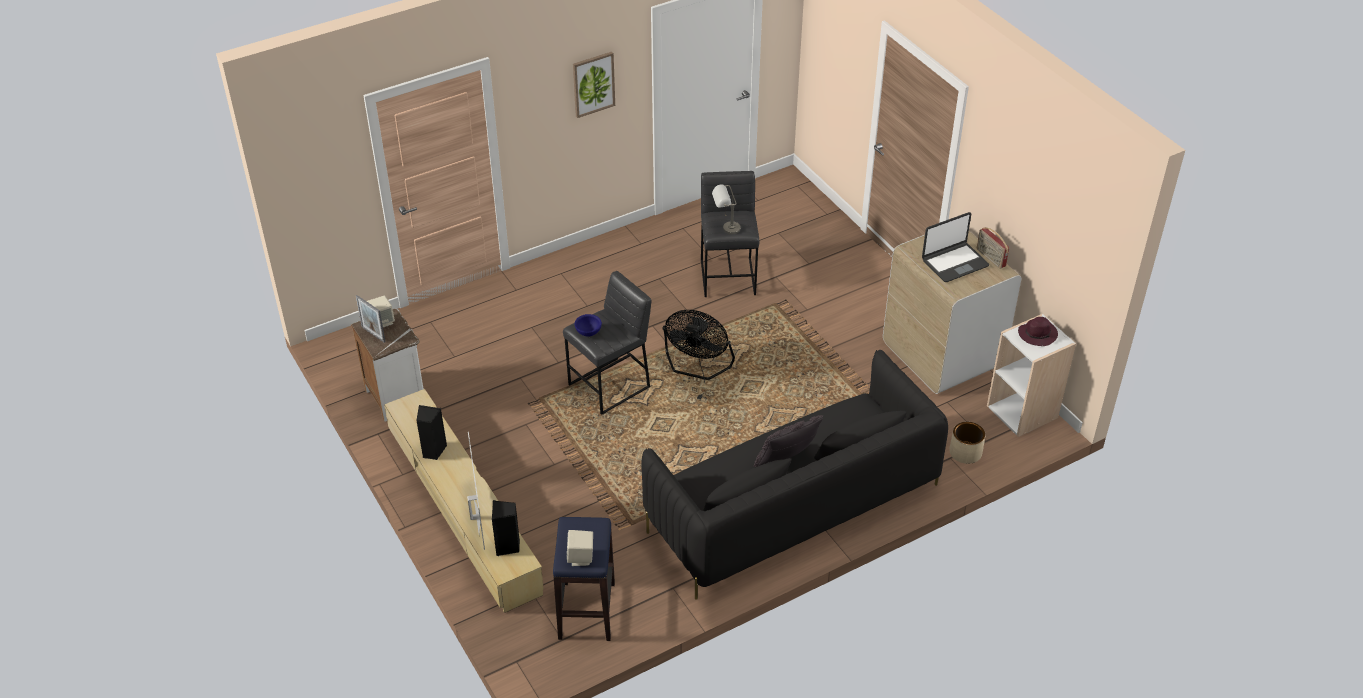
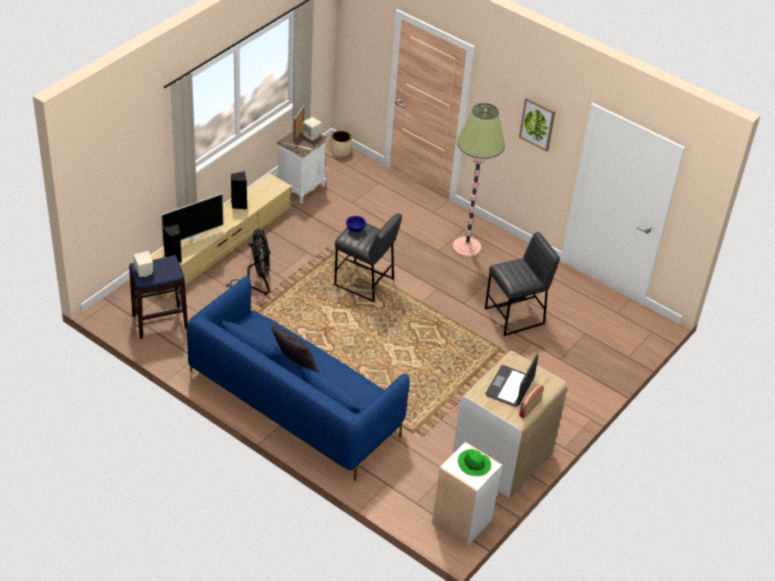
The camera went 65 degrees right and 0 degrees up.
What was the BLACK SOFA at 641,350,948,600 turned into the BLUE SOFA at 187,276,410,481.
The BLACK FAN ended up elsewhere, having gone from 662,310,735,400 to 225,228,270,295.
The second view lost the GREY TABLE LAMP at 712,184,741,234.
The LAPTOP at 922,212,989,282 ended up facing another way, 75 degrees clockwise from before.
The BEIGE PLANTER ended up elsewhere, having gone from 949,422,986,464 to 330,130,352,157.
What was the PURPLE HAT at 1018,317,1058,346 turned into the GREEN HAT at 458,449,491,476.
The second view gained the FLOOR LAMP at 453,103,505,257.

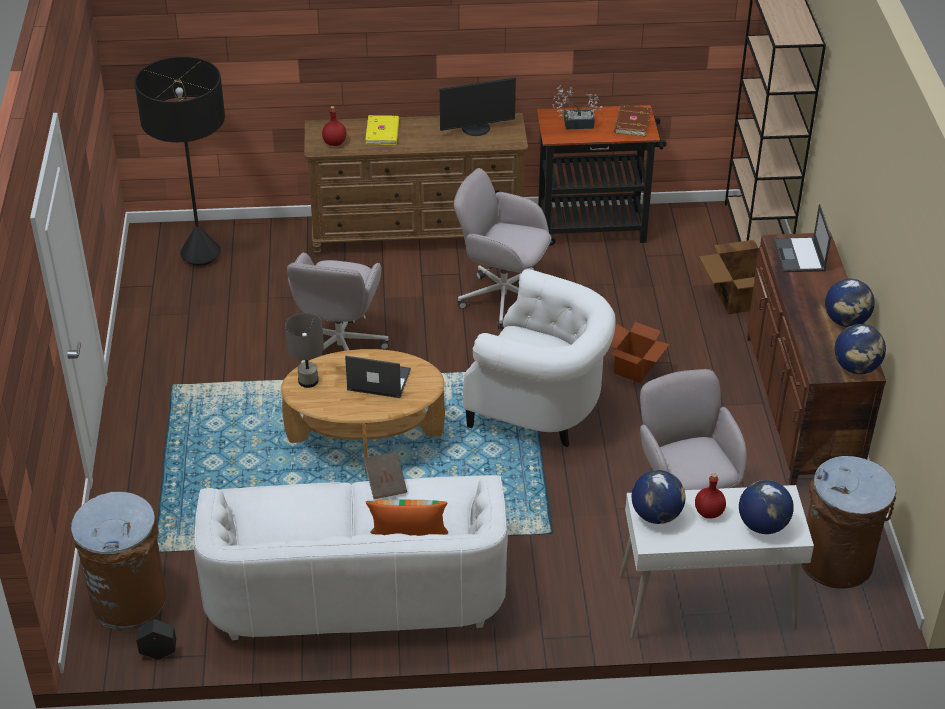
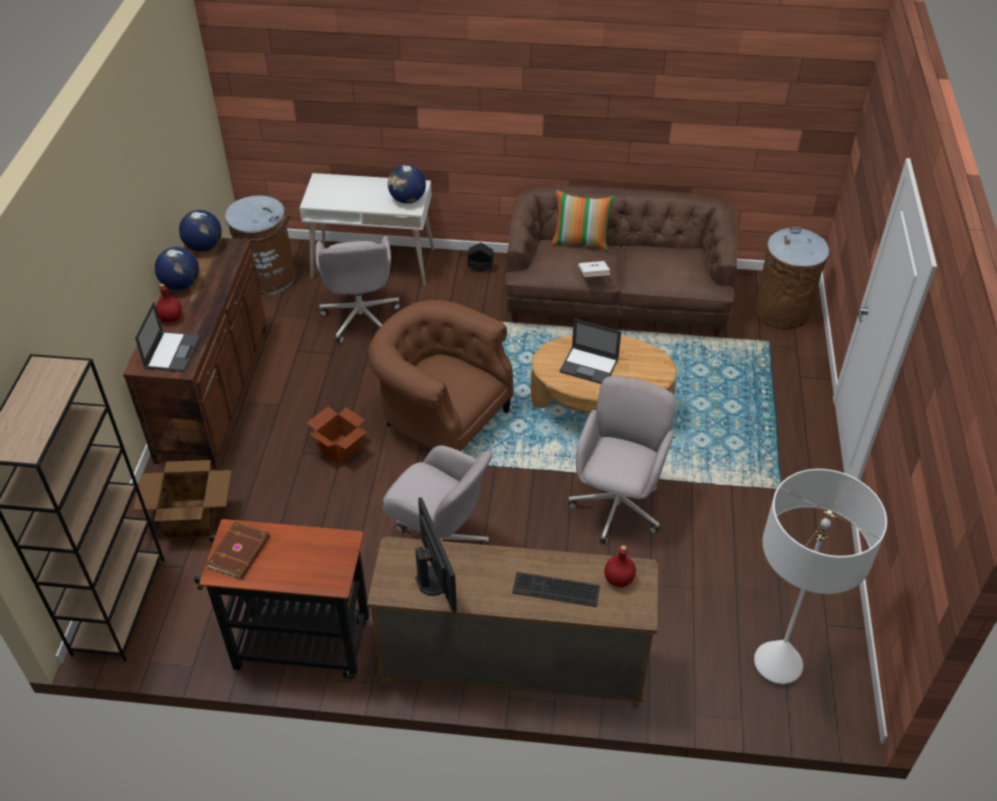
The camera went 170 degrees left and 5 degrees up.
What was the BLACK FLOOR LAMP at 135,56,225,266 turned into the WHITE FLOOR LAMP at 754,469,887,684.
The BLACK PLANTER ended up elsewhere, having gone from 136,619,176,660 to 468,243,493,273.
What was the WHITE SOFA at 194,475,508,640 turned into the BROWN SOFA at 505,186,738,336.
The second view lost the GREY TABLE LAMP at 285,313,324,388.
What was the BROWN BOOK at 364,452,407,499 turned into the WHITE BOOK at 578,261,610,277.
Where the YELLOW BOOK stood at 365,115,399,145, the KEYBOARD came to stand at 512,572,600,607.
The MONITOR at 440,77,516,136 ended up facing another way, 75 degrees clockwise from before.
What was the WHITE ARMCHAIR at 463,269,616,447 turned into the BROWN ARMCHAIR at 368,300,513,451.
The second view lost the POTTED PLANT at 553,85,603,129.
The RED BOTTLE ended up elsewhere, having gone from 695,473,726,519 to 156,284,182,322.
The second view lost the GLOBE at 739,480,794,534.

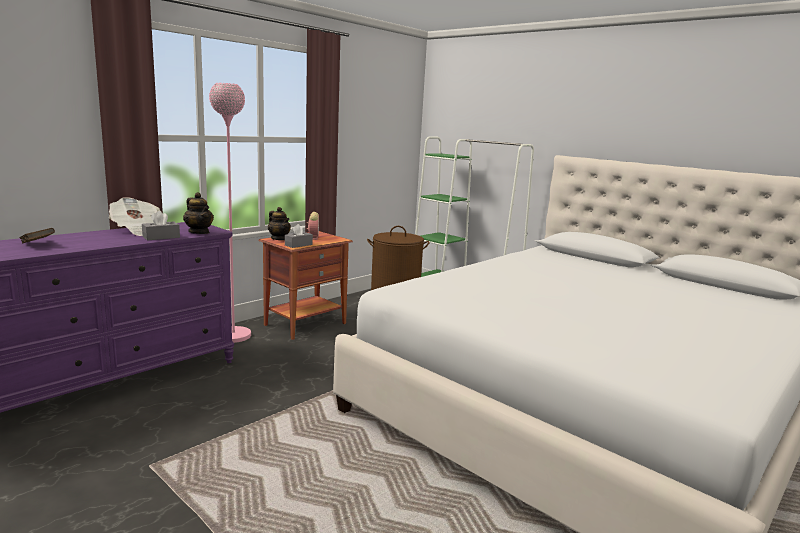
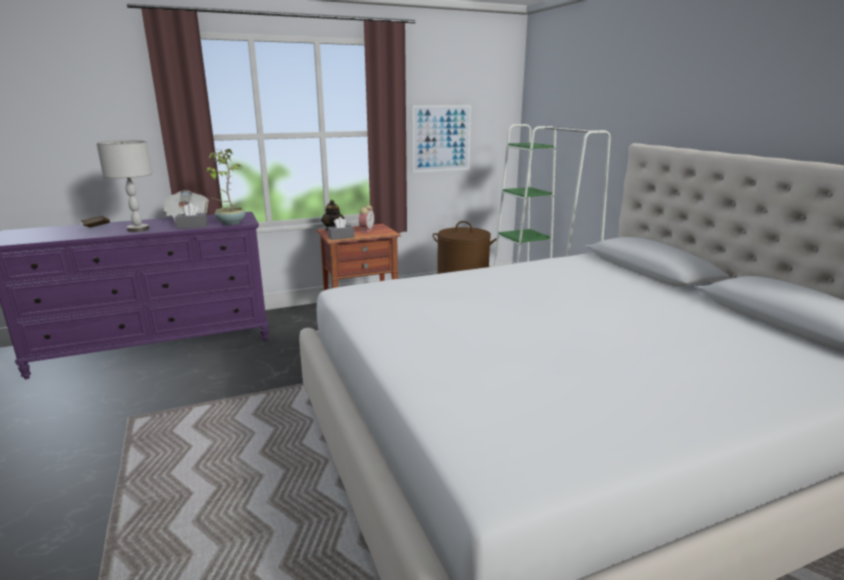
The camera went 25 degrees right and 5 degrees up.
Where the TEAPOT stood at 183,192,214,234, the POTTED PLANT came to stand at 207,149,245,225.
The second view lost the PINK FLOOR LAMP at 209,83,251,343.
The second view gained the GREY TABLE LAMP at 96,140,153,232.
The second view gained the PICTURE at 412,105,471,173.

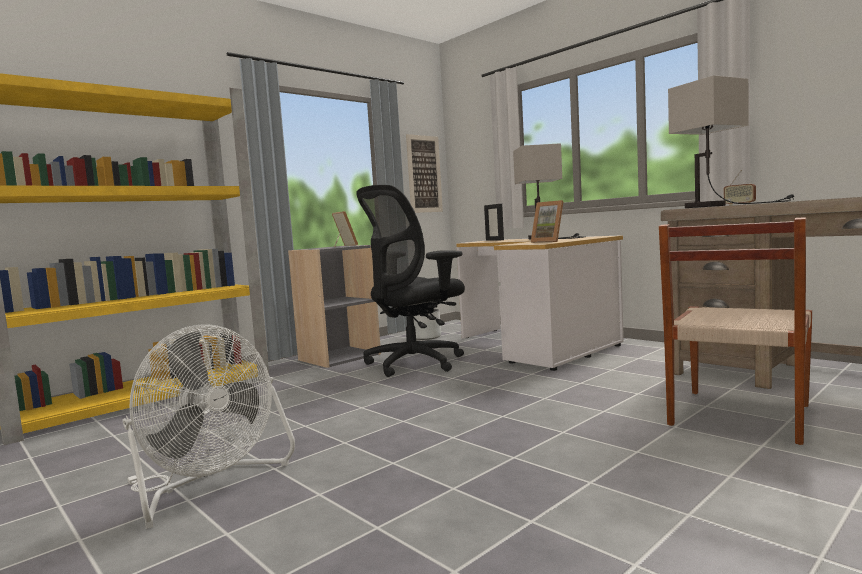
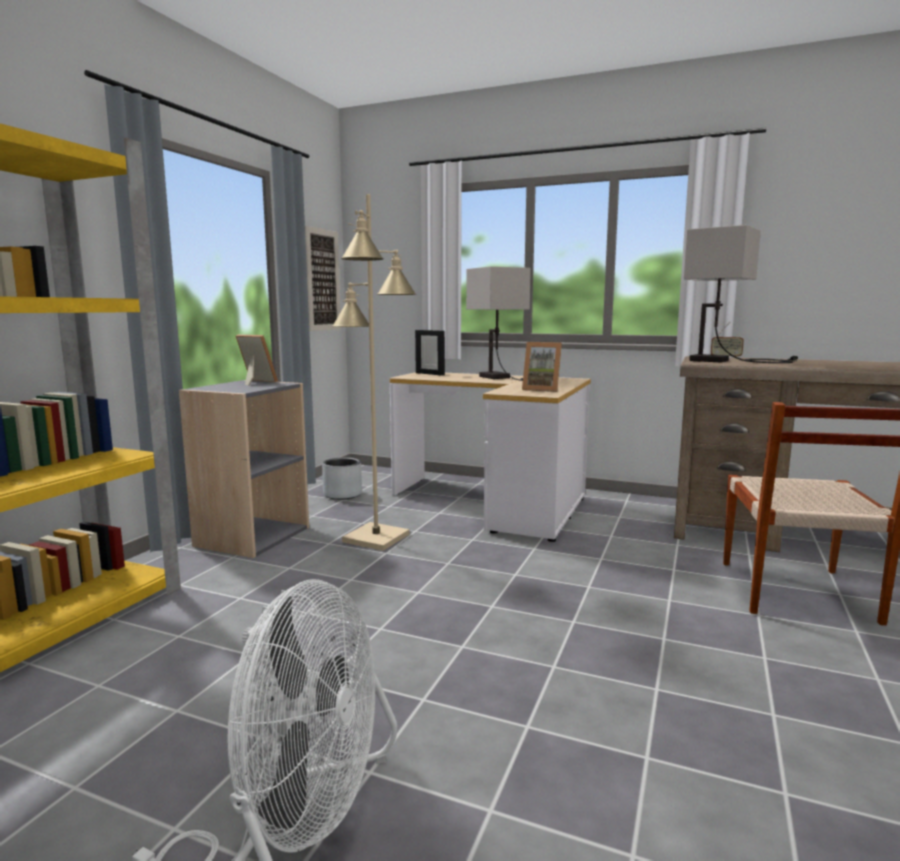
The camera went 25 degrees left and 5 degrees up.
Where the BLACK OFFICE CHAIR stood at 356,185,465,377, the BEIGE FLOOR LAMP came to stand at 332,194,416,551.

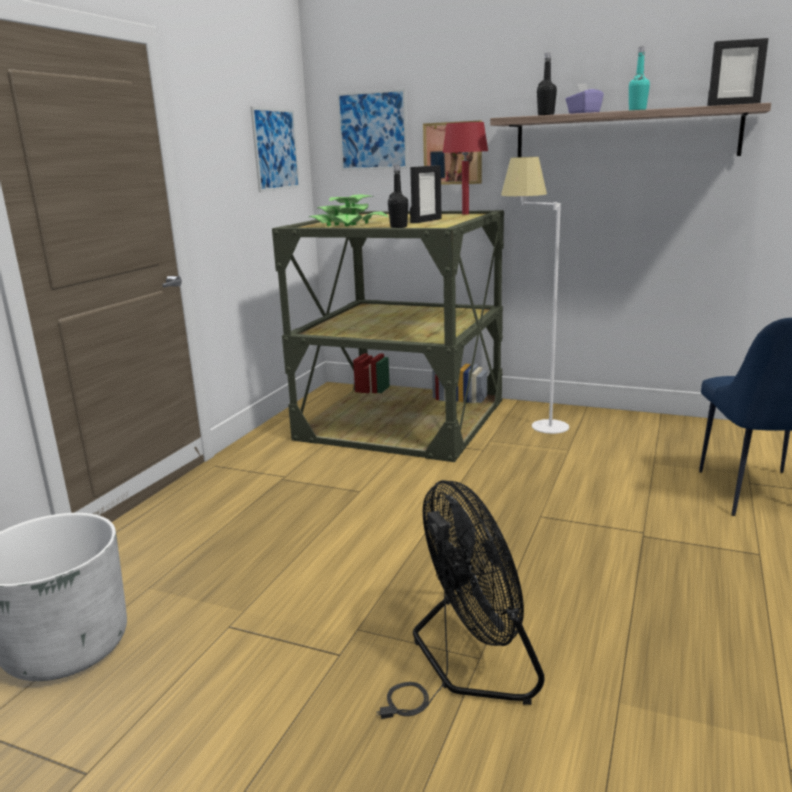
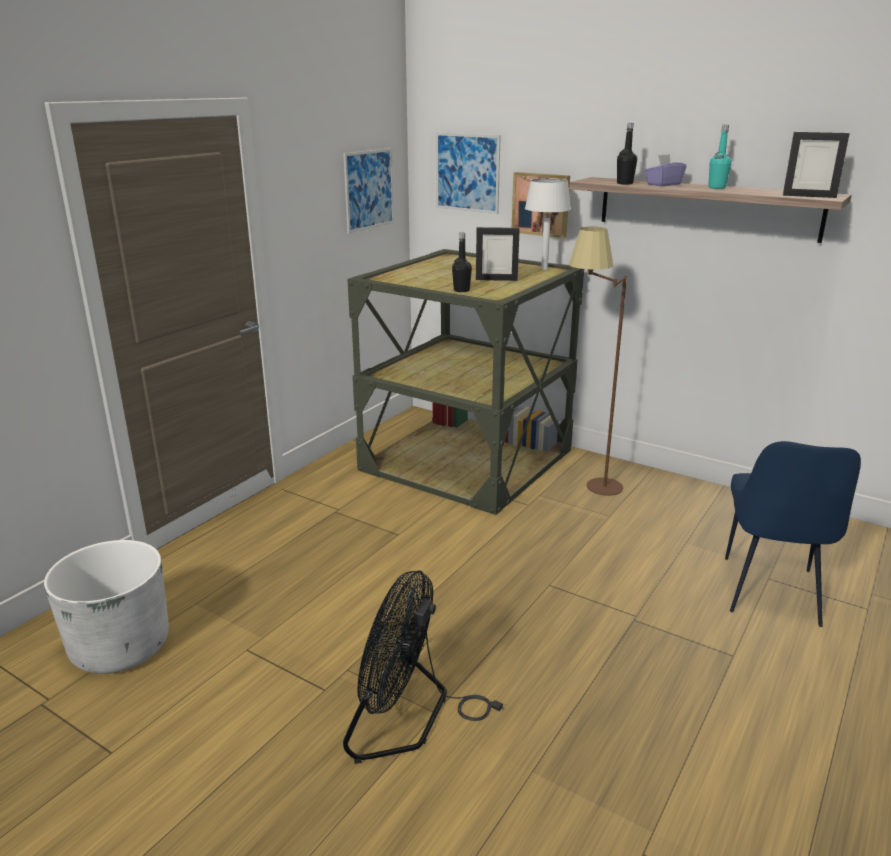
The camera went 10 degrees right and 5 degrees up.
The second view lost the POTTED PLANT at 308,194,388,226.
The BLACK FAN at 376,480,544,719 ended up facing another way, 150 degrees counterclockwise from before.
The PICTURE FRAME at 410,165,442,223 ended up facing another way, 45 degrees clockwise from before.
What was the RED TABLE LAMP at 442,122,488,215 turned into the WHITE TABLE LAMP at 525,178,571,270.
What was the WHITE FLOOR LAMP at 501,157,569,434 turned into the BROWN FLOOR LAMP at 569,227,627,496.

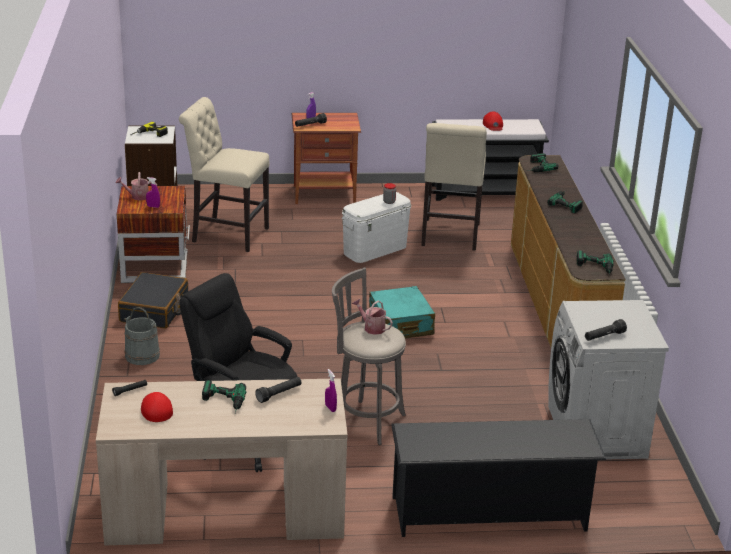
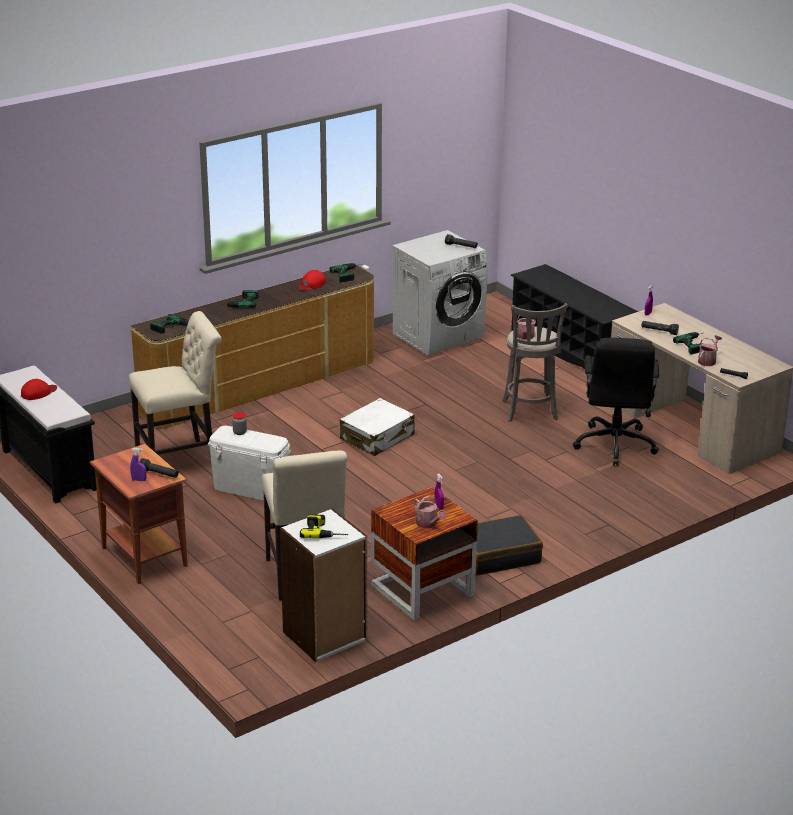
The camera went 120 degrees left and 0 degrees up.
The second view lost the GREY BUCKET at 124,307,160,365.
The RED CAP ended up elsewhere, having gone from 141,392,173,422 to 298,270,326,290.
What was the TURQUOISE SUITCASE at 369,286,435,338 turned into the WHITE SUITCASE at 340,398,415,456.
The second view gained the WATERING CAN at 698,335,722,366.

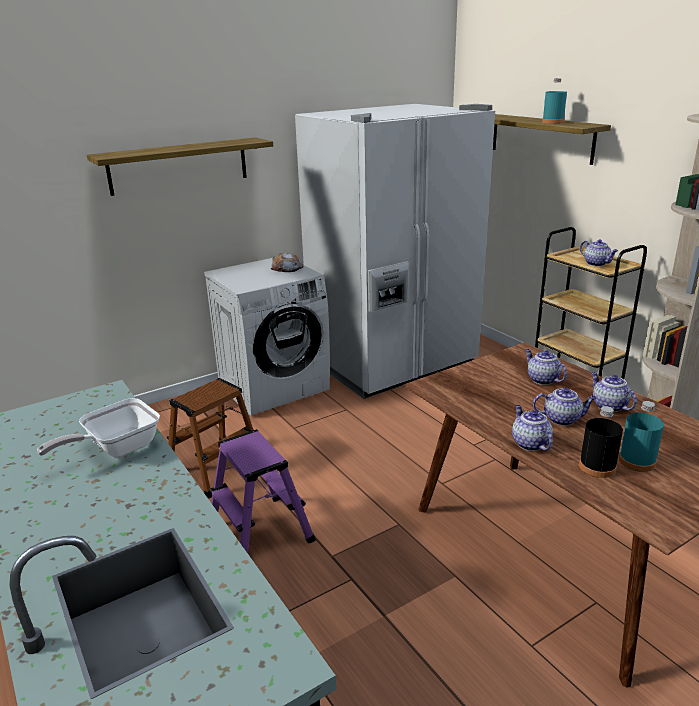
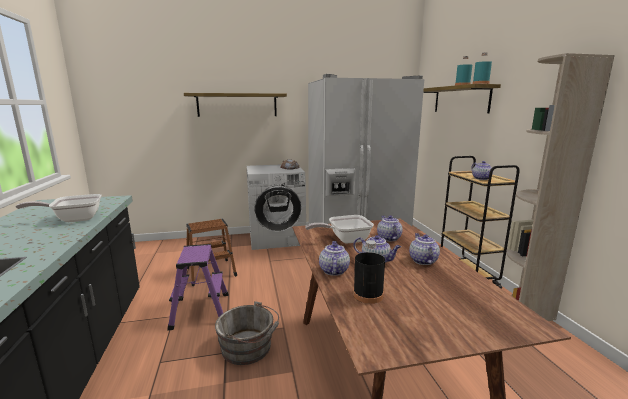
The camera went 20 degrees right and 10 degrees down.
The TURQUOISE BOTTLE ended up elsewhere, having gone from 619,401,664,472 to 473,52,492,84.
The second view gained the GREY BUCKET at 215,301,279,365.
The second view gained the FRYING PAN at 305,215,374,244.

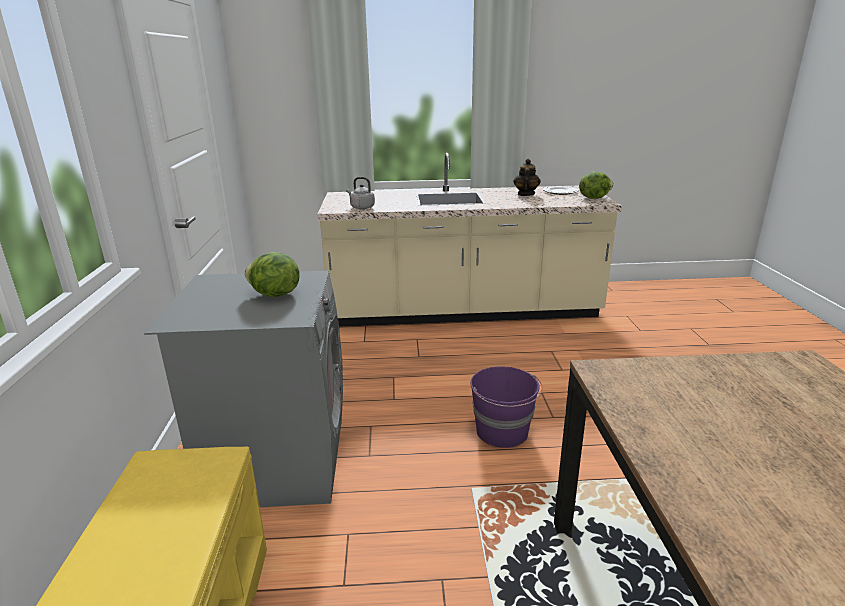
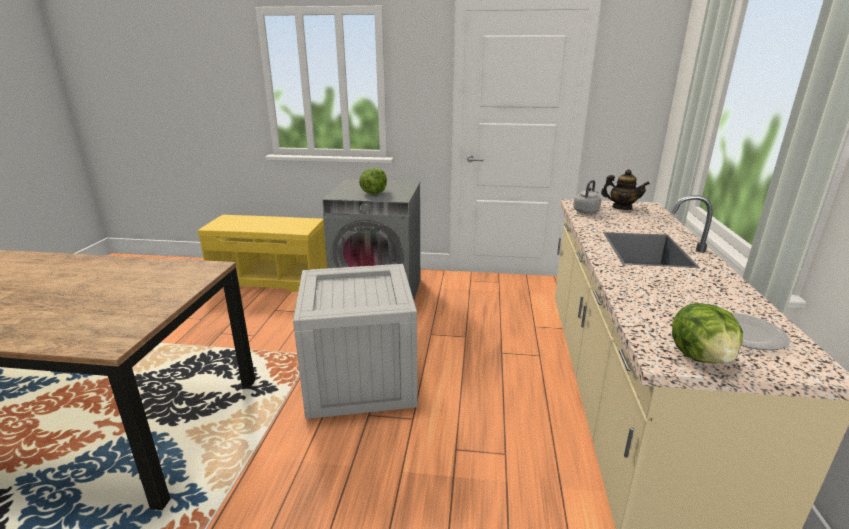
The camera went 100 degrees right and 0 degrees up.
Where the PURPLE BUCKET stood at 470,366,542,448, the CRATE came to stand at 293,264,418,419.
The TEAPOT ended up elsewhere, having gone from 514,159,541,196 to 601,169,650,210.

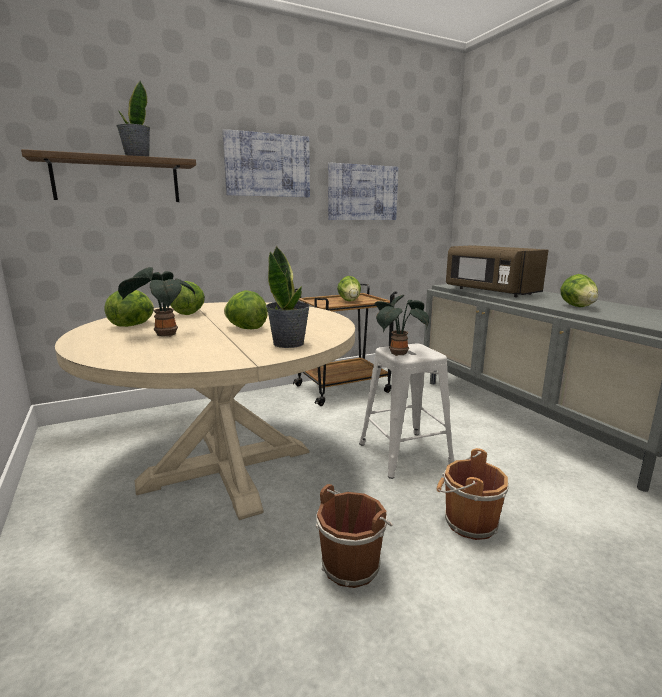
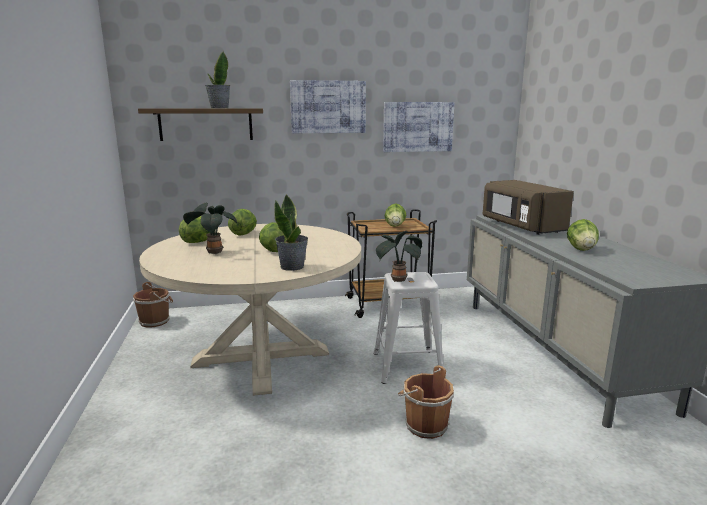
The camera went 15 degrees right and 0 degrees up.
The BROWN BUCKET ended up elsewhere, having gone from 316,484,393,588 to 133,282,173,328.

